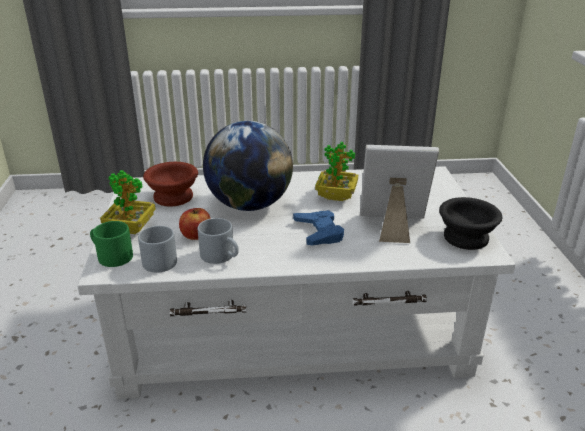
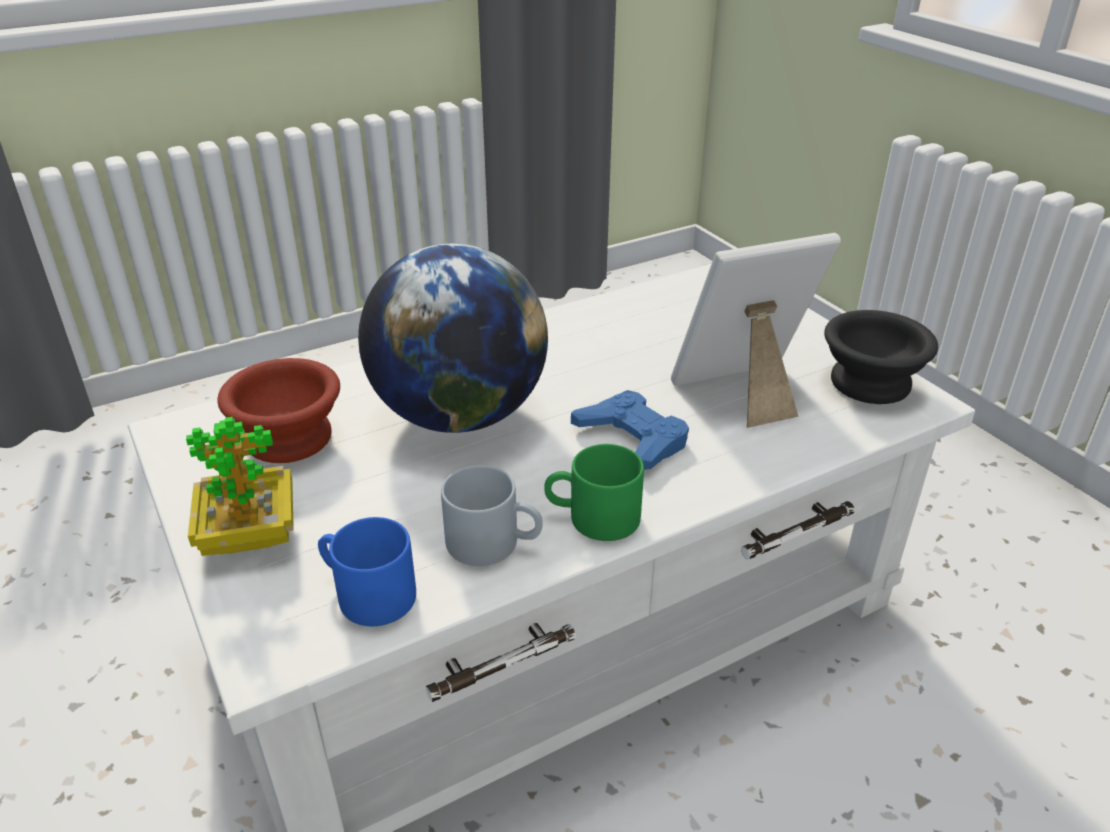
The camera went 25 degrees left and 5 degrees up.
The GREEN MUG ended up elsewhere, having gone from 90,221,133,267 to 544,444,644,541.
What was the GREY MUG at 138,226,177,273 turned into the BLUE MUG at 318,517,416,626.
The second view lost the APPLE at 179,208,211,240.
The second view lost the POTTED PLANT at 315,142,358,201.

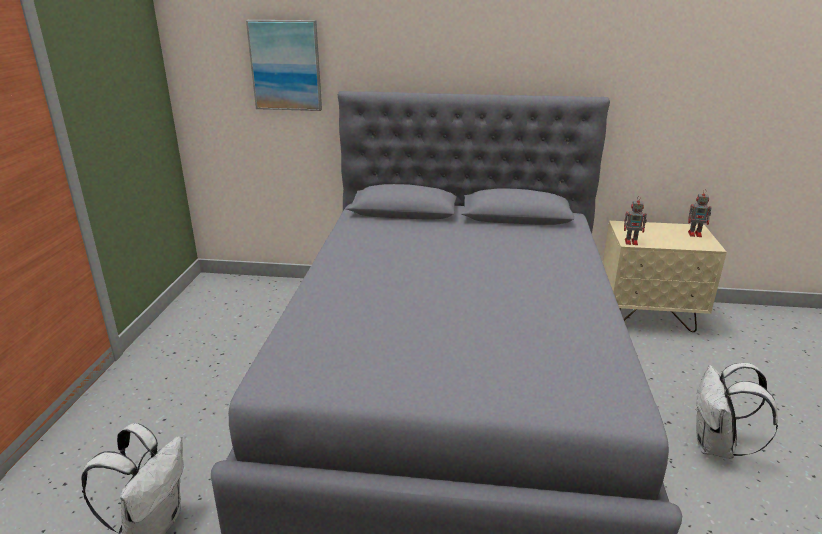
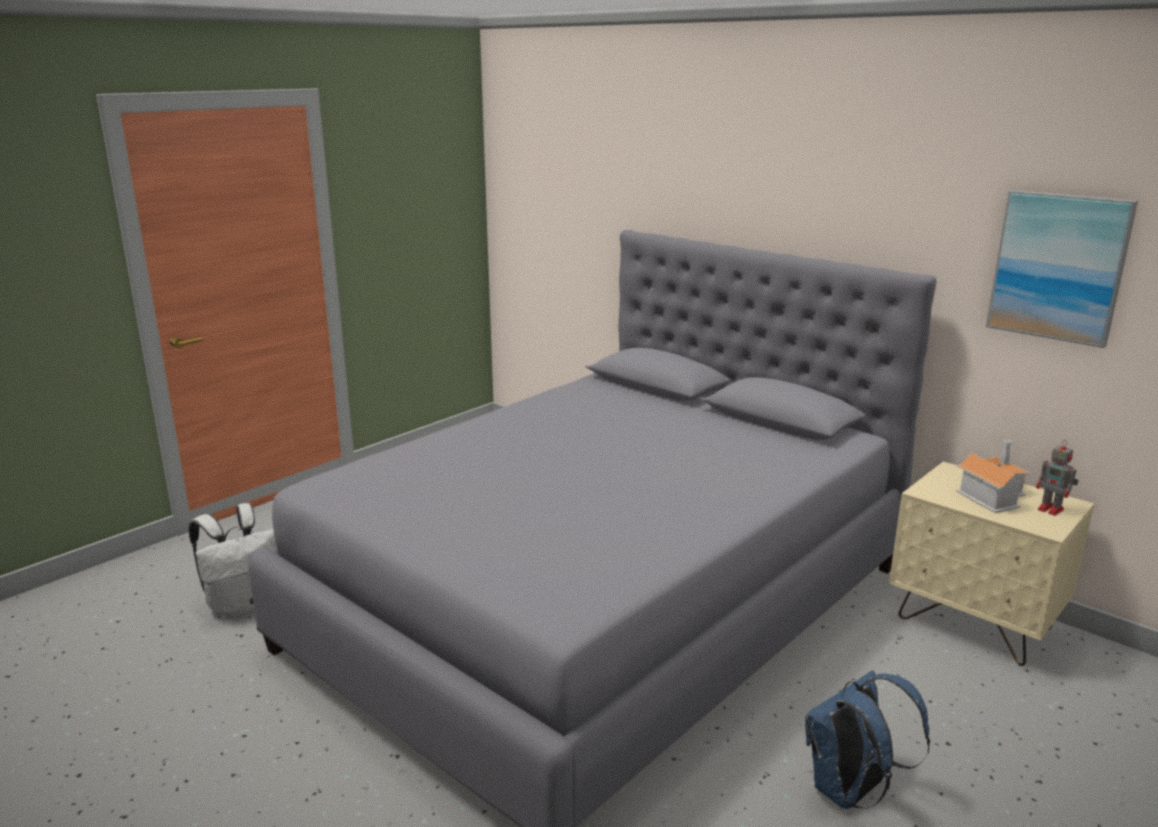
The camera went 35 degrees right and 5 degrees down.
The PICTURE ended up elsewhere, having gone from 246,20,322,111 to 986,190,1138,348.
The second view lost the TOY ROBOT at 624,196,647,245.
What was the WHITE BACKPACK at 696,363,778,459 turned into the BLUE BACKPACK at 805,670,930,809.
The second view gained the TOY HOUSE at 956,440,1030,513.

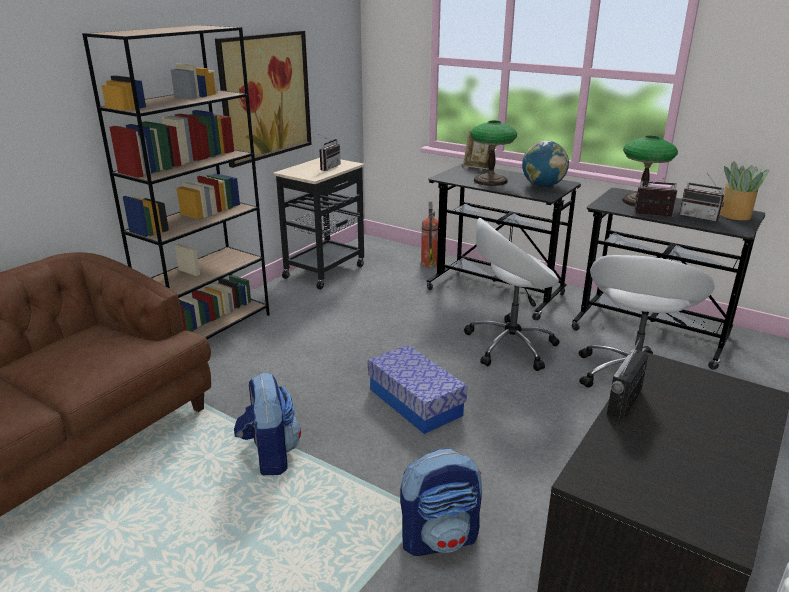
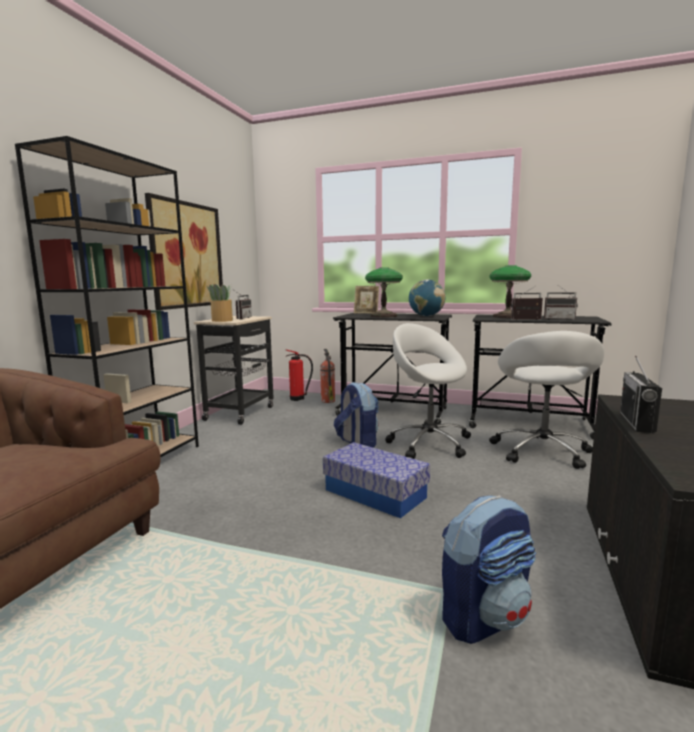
The camera went 15 degrees left and 15 degrees down.
The BACKPACK ended up elsewhere, having gone from 234,373,301,475 to 334,382,379,448.
The WHITE OFFICE CHAIR at 464,218,560,371 ended up facing another way, 75 degrees clockwise from before.
The POTTED PLANT ended up elsewhere, having gone from 720,161,769,220 to 207,284,233,322.
The second view gained the FIRE EXTINGUISHER at 286,350,313,401.

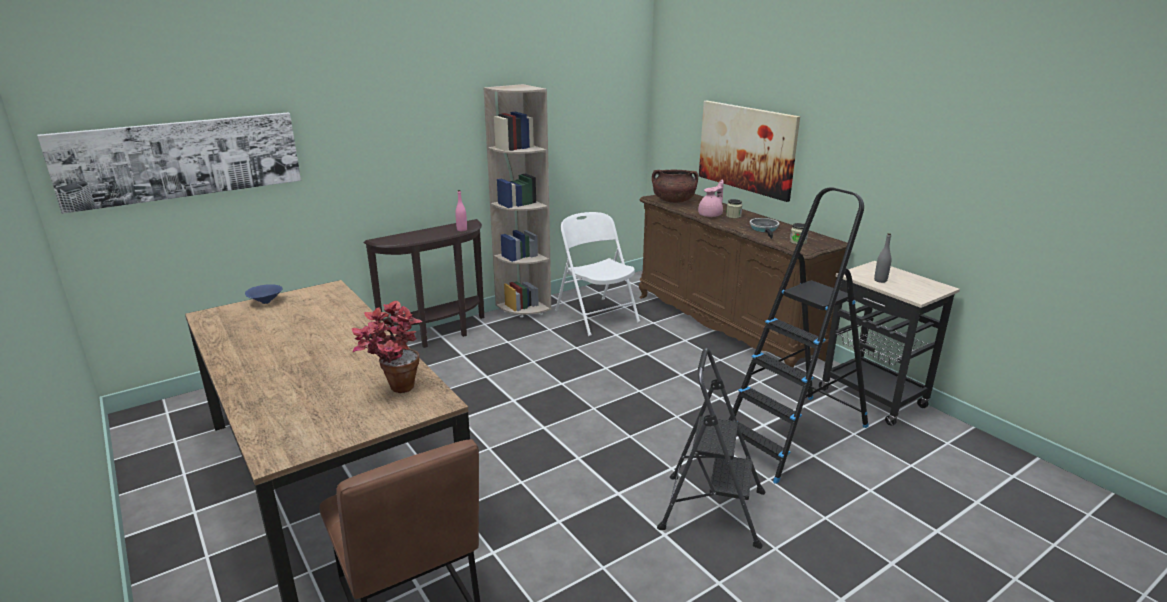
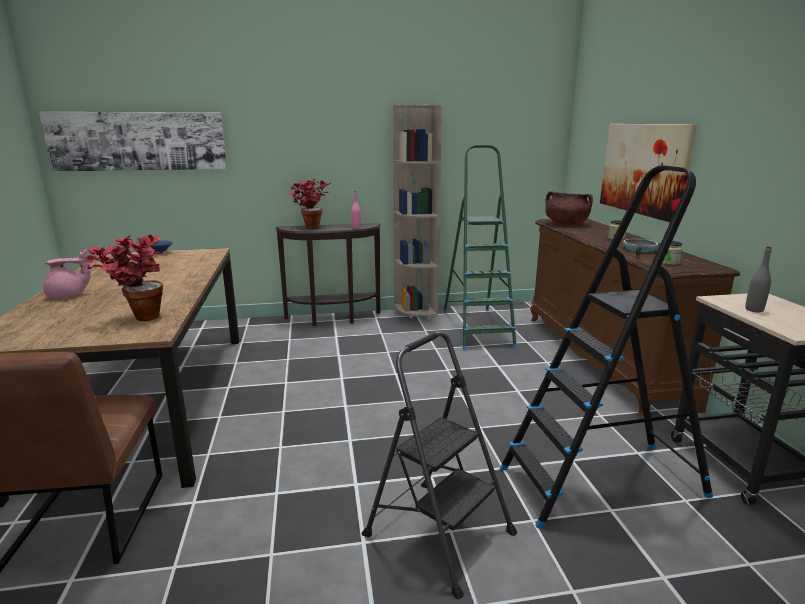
The camera went 25 degrees right and 5 degrees down.
Where the WHITE CHAIR stood at 555,212,640,336, the GREEN STEP LADDER came to stand at 444,145,517,351.
The PINK TEAPOT ended up elsewhere, having gone from 698,180,724,217 to 43,249,91,298.
The second view gained the POTTED PLANT at 287,179,331,229.

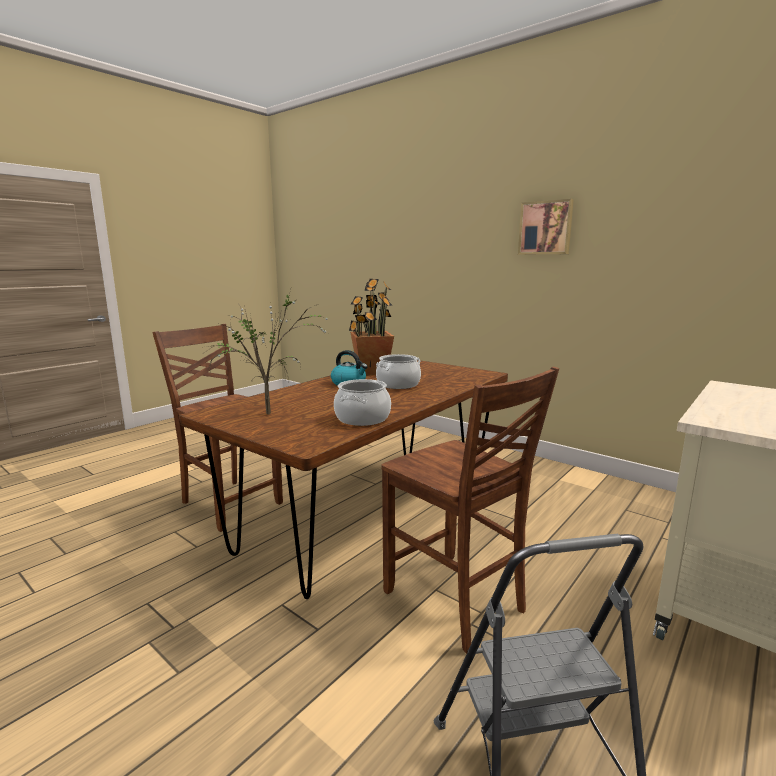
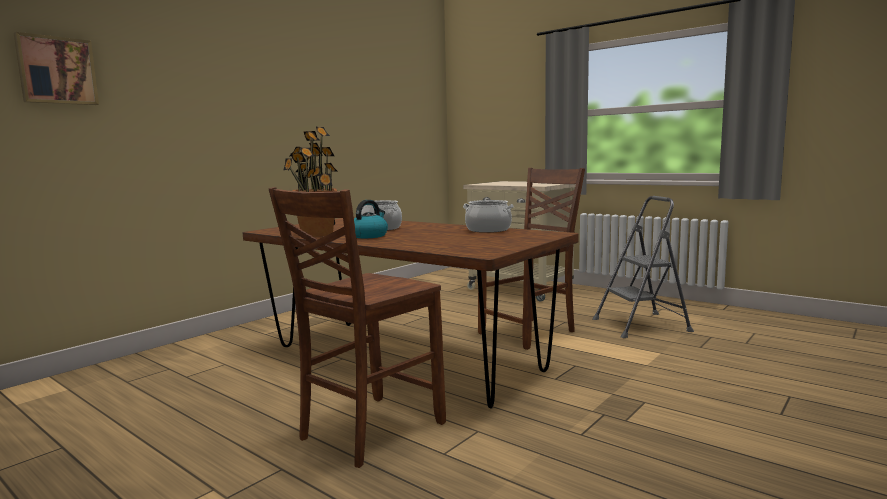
The camera went 90 degrees left and 5 degrees down.
The second view lost the POTTED PLANT at 206,294,328,415.
The PICTURE ended up elsewhere, having gone from 518,199,574,254 to 14,32,99,105.

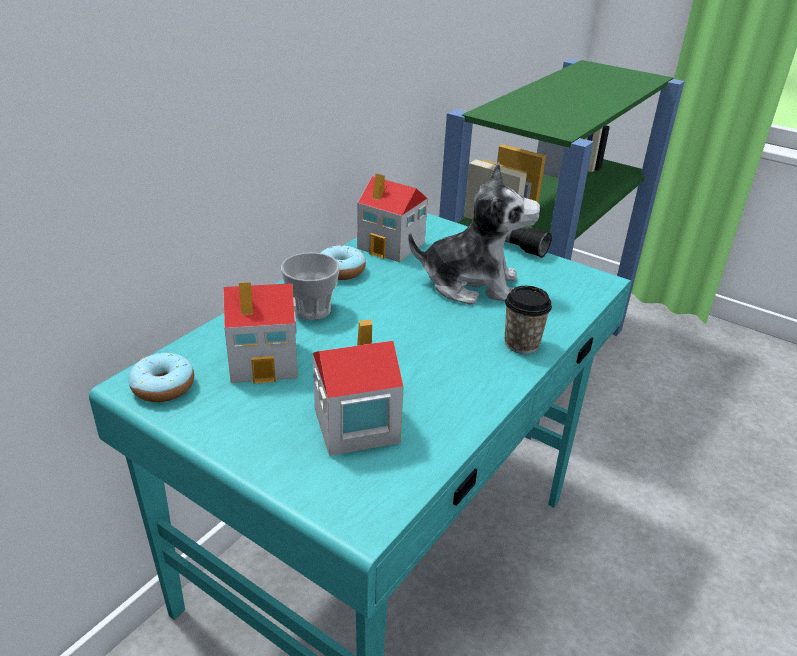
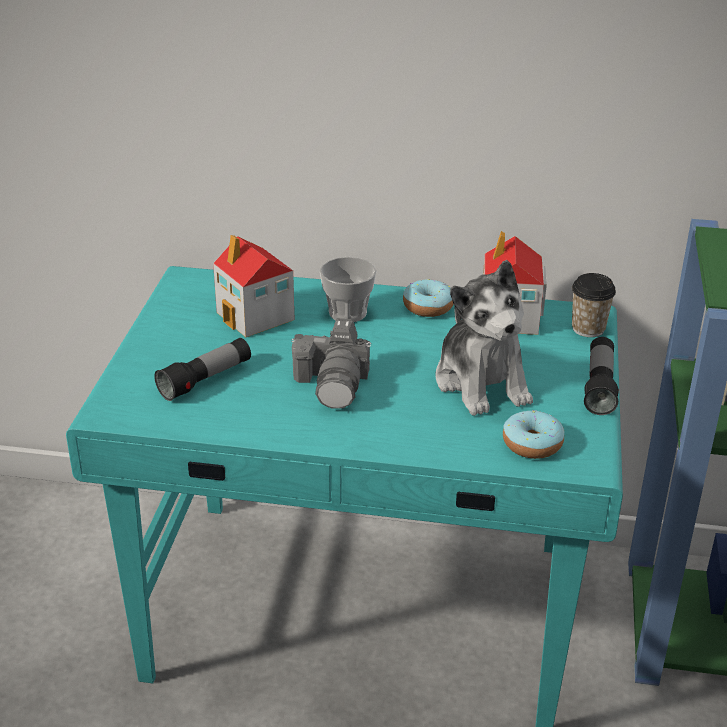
The camera went 65 degrees right and 0 degrees up.
The DONUT ended up elsewhere, having gone from 128,353,194,402 to 503,410,564,459.
Where the TOY HOUSE stood at 313,320,404,456, the FLASHLIGHT came to stand at 154,338,251,401.
The CUP ended up elsewhere, having gone from 505,286,552,354 to 572,273,616,337.
The second view gained the PHOTO CAMERA at 291,319,371,409.

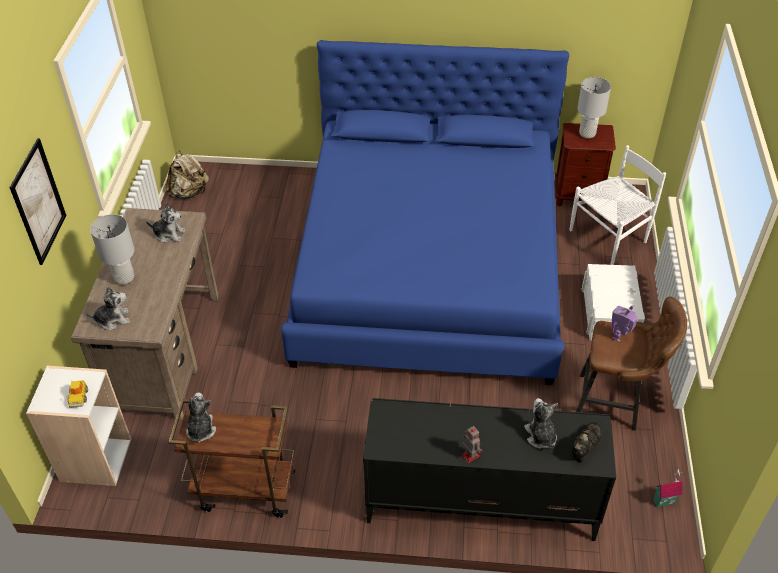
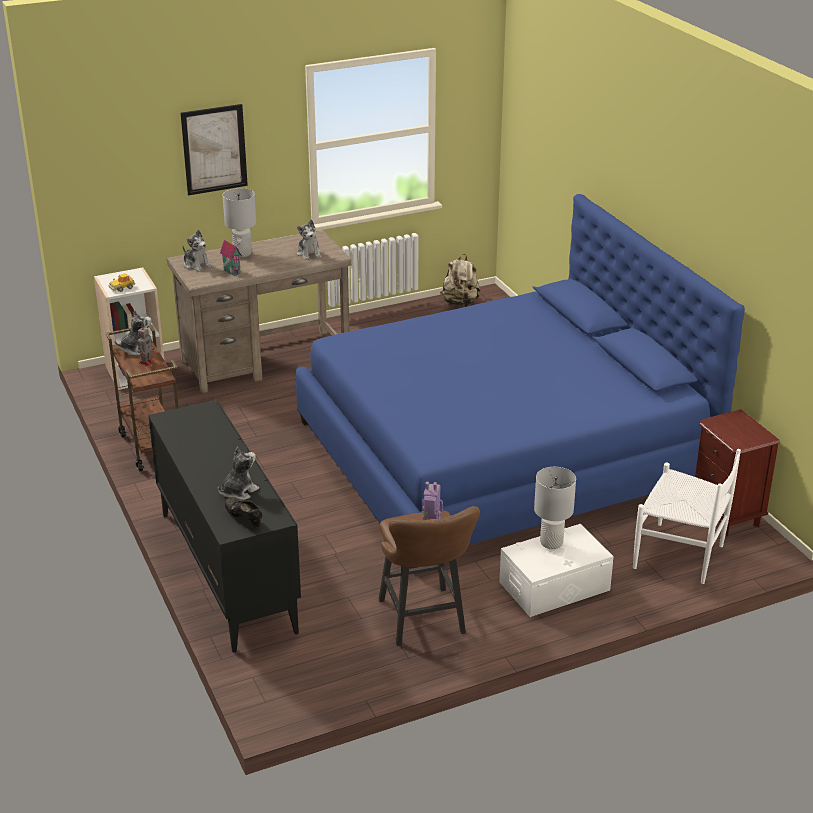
The camera went 60 degrees right and 15 degrees down.
The TOY ROBOT ended up elsewhere, having gone from 462,426,482,463 to 137,327,155,366.
The BLACK SHOE at 572,422,601,462 ended up facing another way, 135 degrees counterclockwise from before.
The GREY TABLE LAMP ended up elsewhere, having gone from 577,77,611,139 to 534,467,576,549.
The TOY HOUSE ended up elsewhere, having gone from 654,469,683,507 to 220,236,242,276.

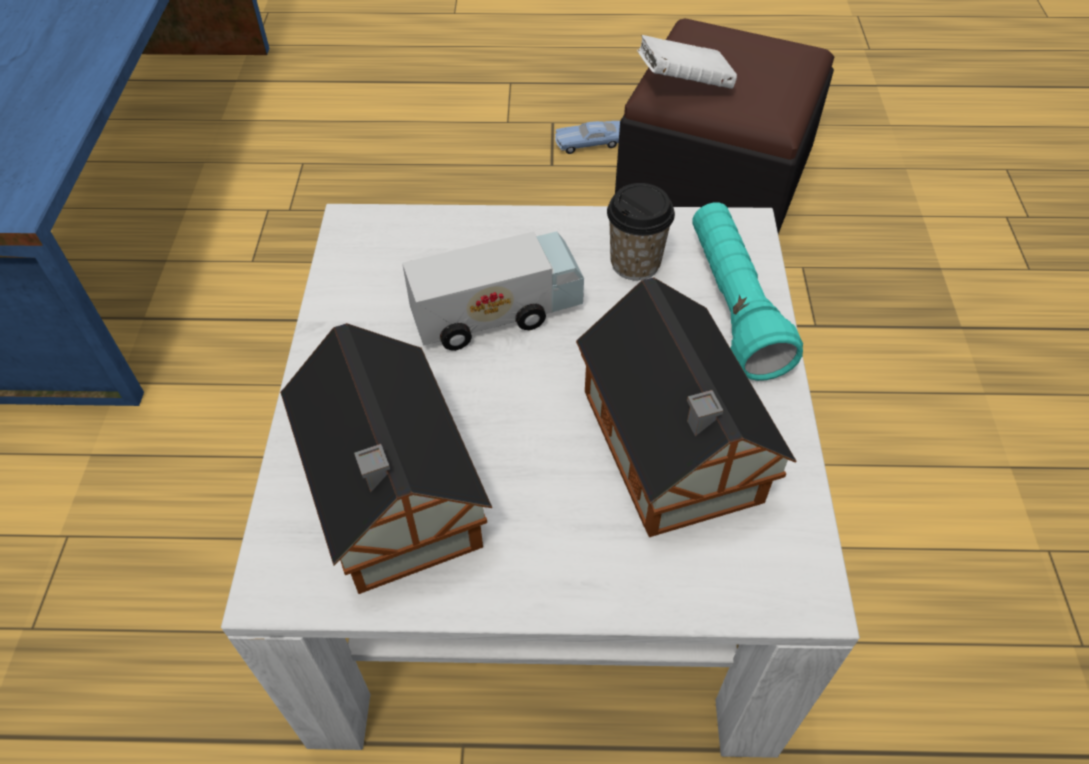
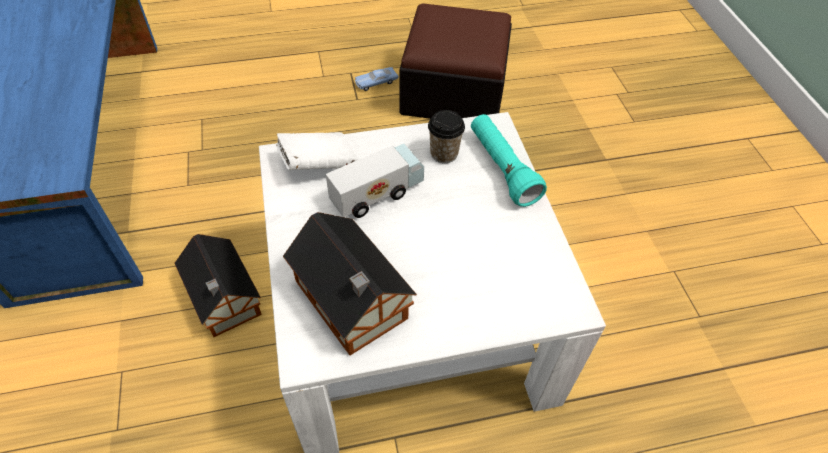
The camera went 15 degrees left and 0 degrees up.
The TOY HOUSE ended up elsewhere, having gone from 576,277,796,537 to 175,234,262,337.
The WHITE BOOK ended up elsewhere, having gone from 637,35,737,89 to 276,132,358,170.

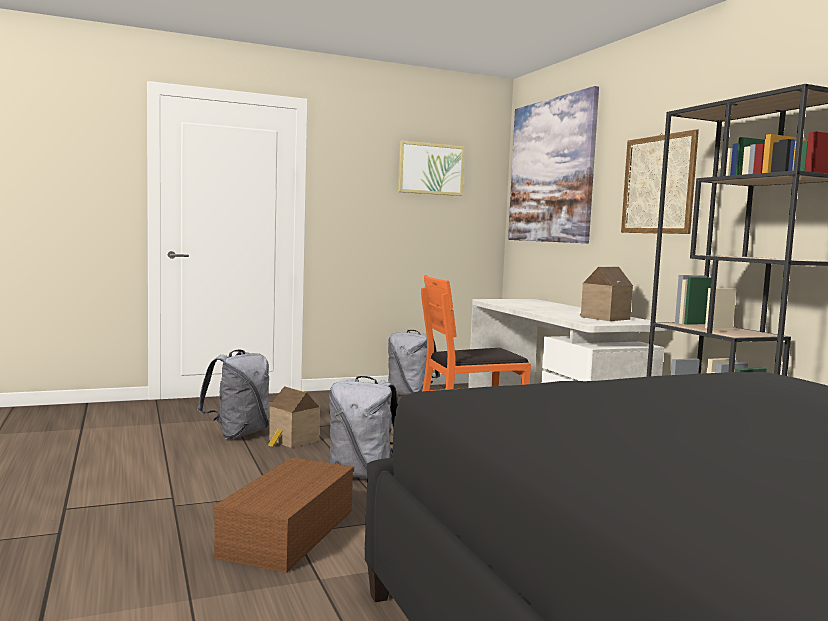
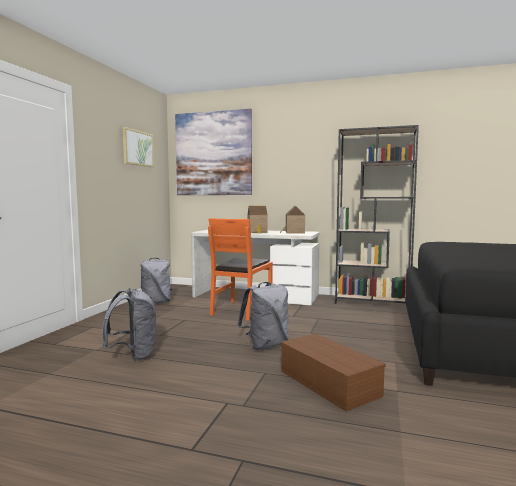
The camera went 50 degrees left and 0 degrees up.
The TOY HOUSE ended up elsewhere, having gone from 268,386,320,448 to 248,206,268,234.
The second view lost the PICTURE at 621,129,699,234.

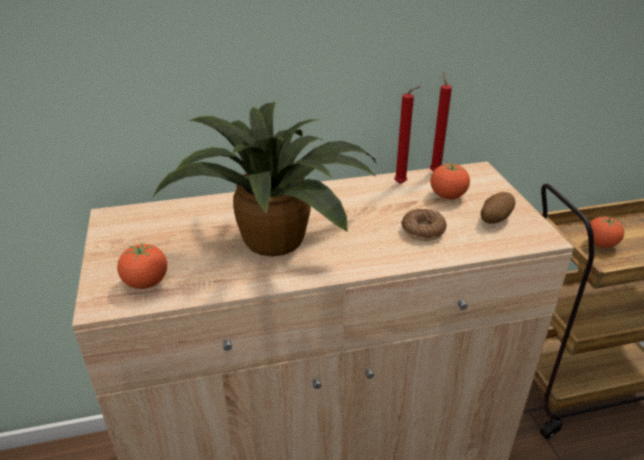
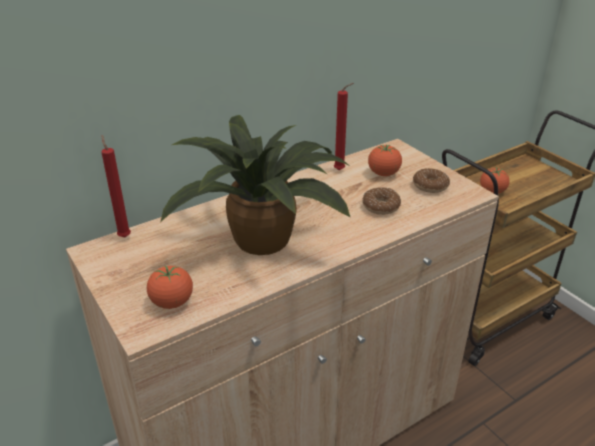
The camera went 20 degrees left and 0 degrees up.
The RED CANDLE ended up elsewhere, having gone from 430,72,452,171 to 101,135,131,238.
Where the POTATO stood at 481,192,515,224, the DONUT came to stand at 413,168,450,193.

